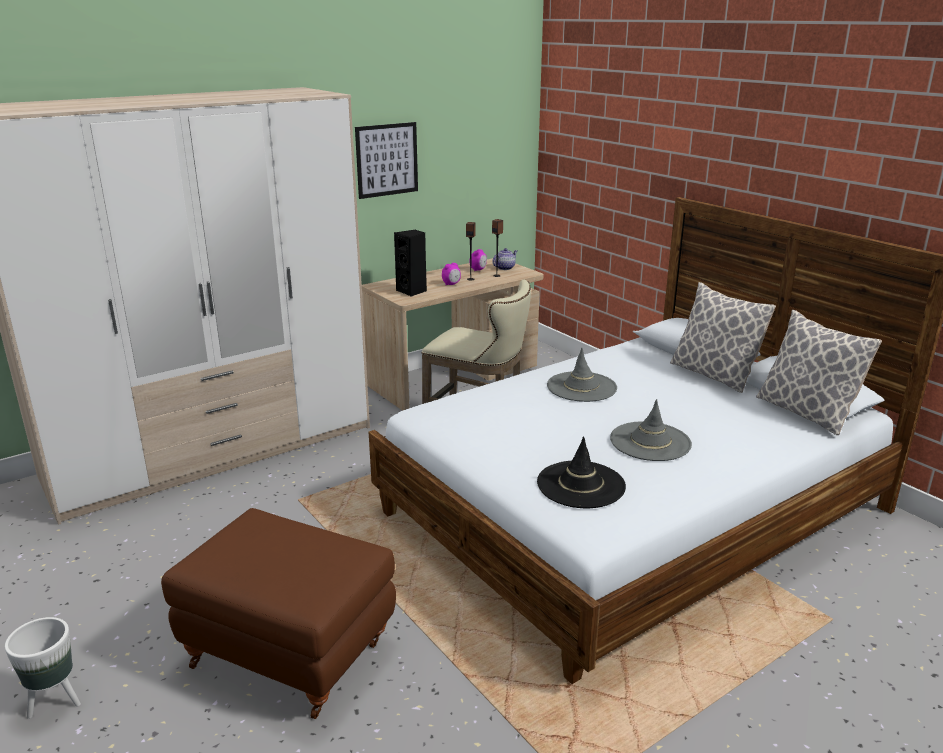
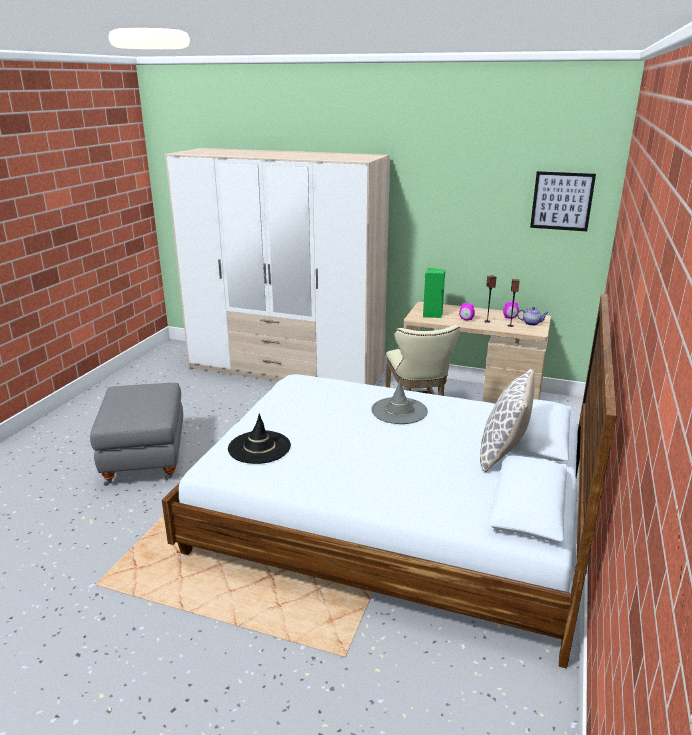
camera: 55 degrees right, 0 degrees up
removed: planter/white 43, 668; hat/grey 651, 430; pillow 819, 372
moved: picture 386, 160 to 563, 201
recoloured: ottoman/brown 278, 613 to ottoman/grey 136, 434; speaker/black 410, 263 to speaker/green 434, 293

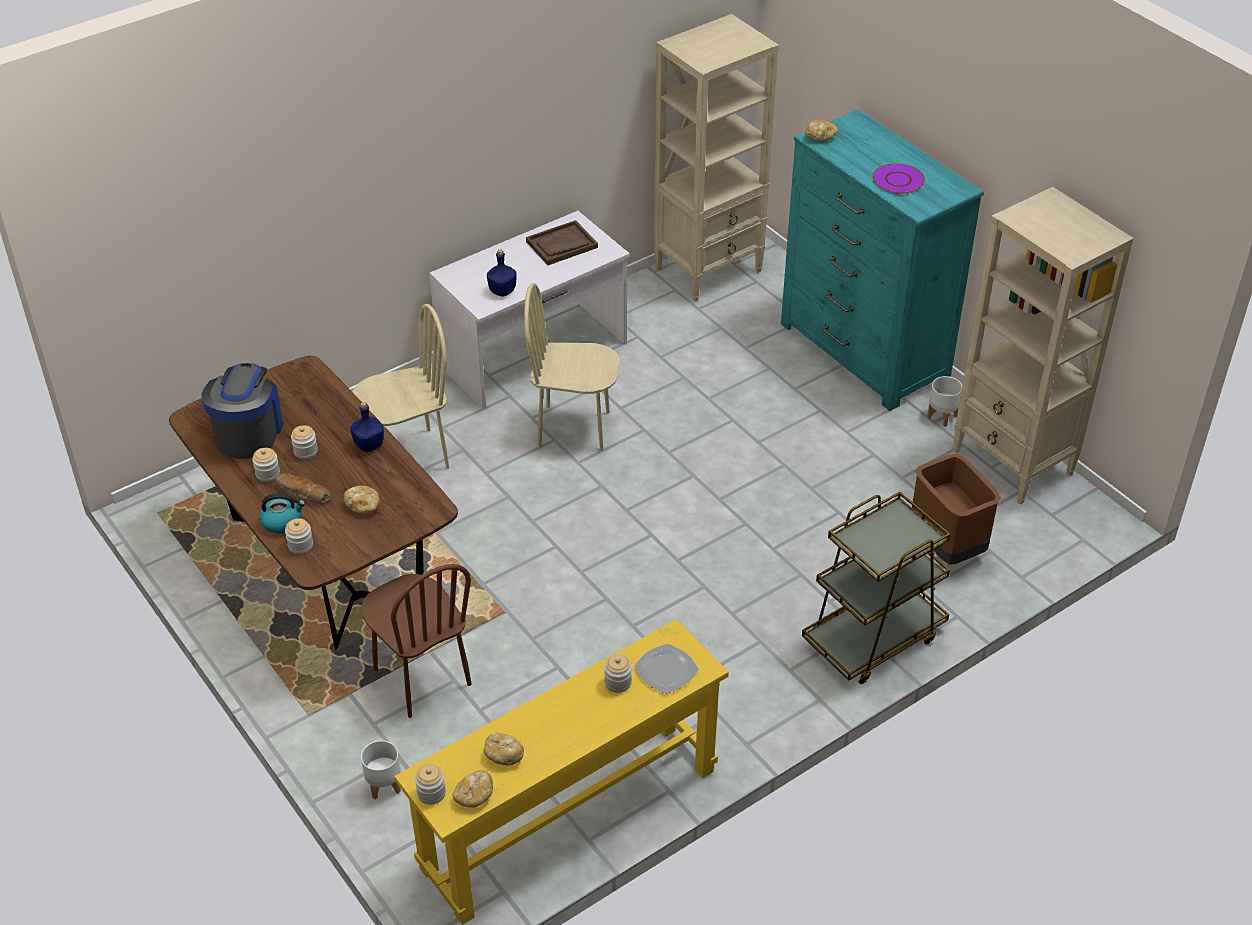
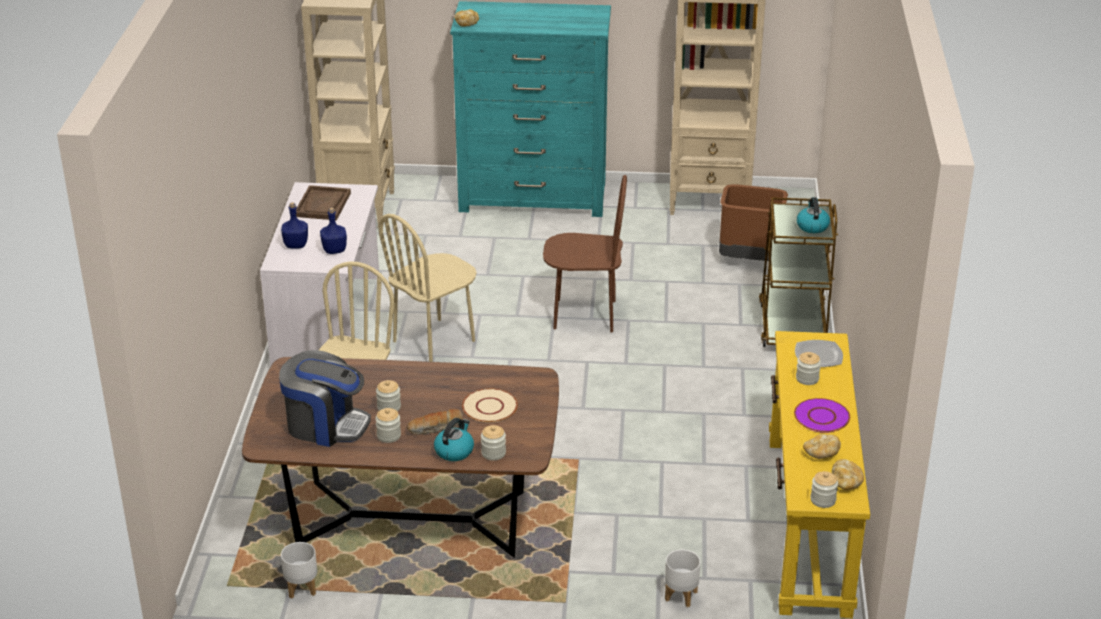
camera: 50 degrees left, 10 degrees down
added: kettle 813, 215
moved: bottle/blue 367, 427 to 294, 225; chair/brown 416, 641 to 585, 254; plate/purple 899, 178 to 822, 415; planter/white 944, 401 to 299, 570
replaced: bread 362, 500 to plate/beige 490, 405
turned: coffee machine 242, 411 = 325, 398 150 degrees clockwise

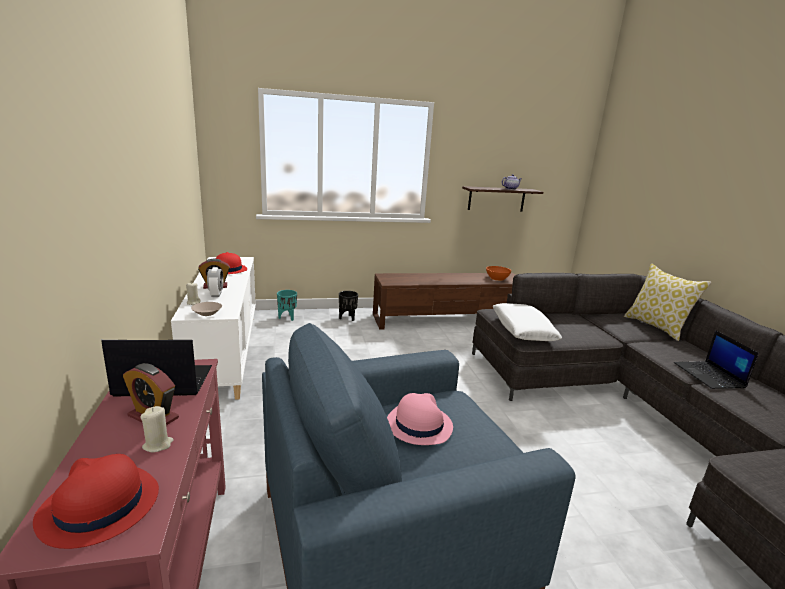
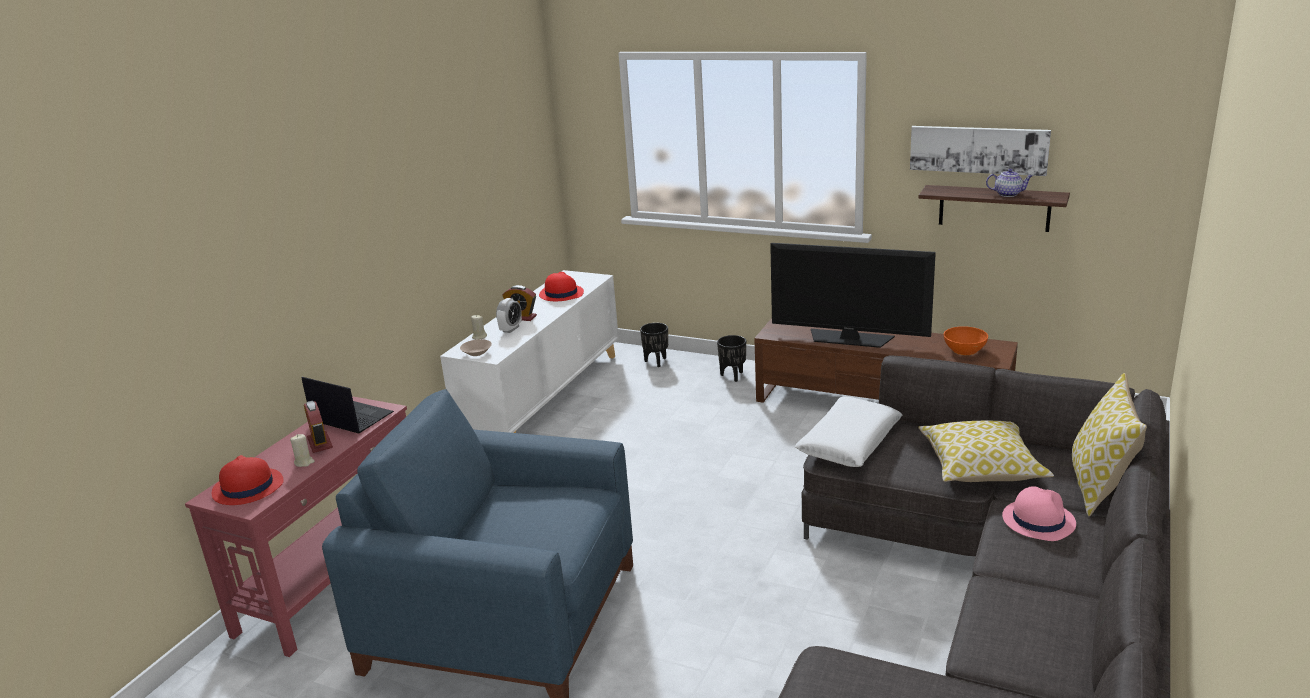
camera: 40 degrees right, 5 degrees up
removed: laptop 716, 359
added: television 853, 295; picture 980, 151; pillow 986, 451
moved: hat/pink 420, 419 to 1039, 513
recoloured: planter/turquoise 287, 305 to planter/black 654, 345

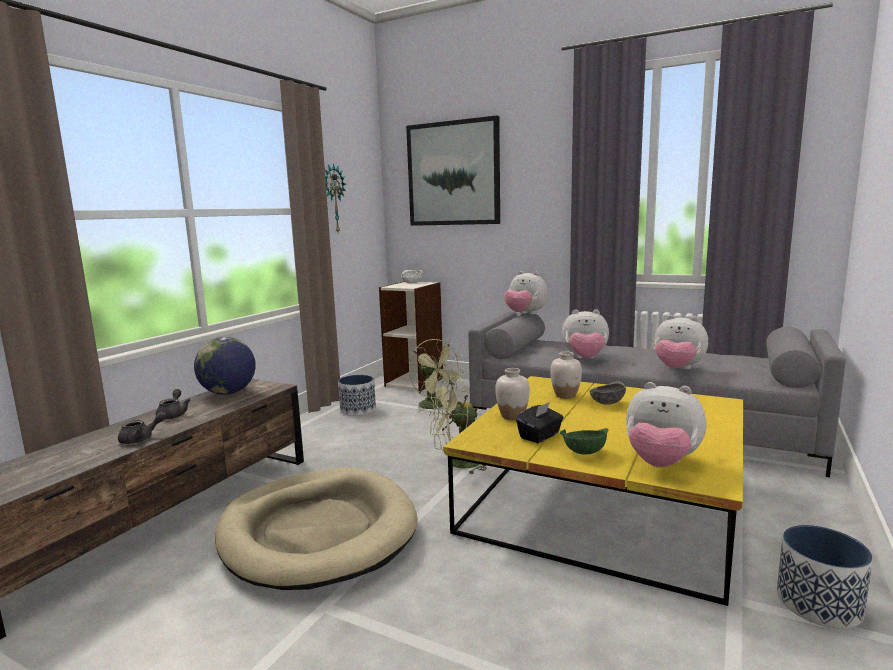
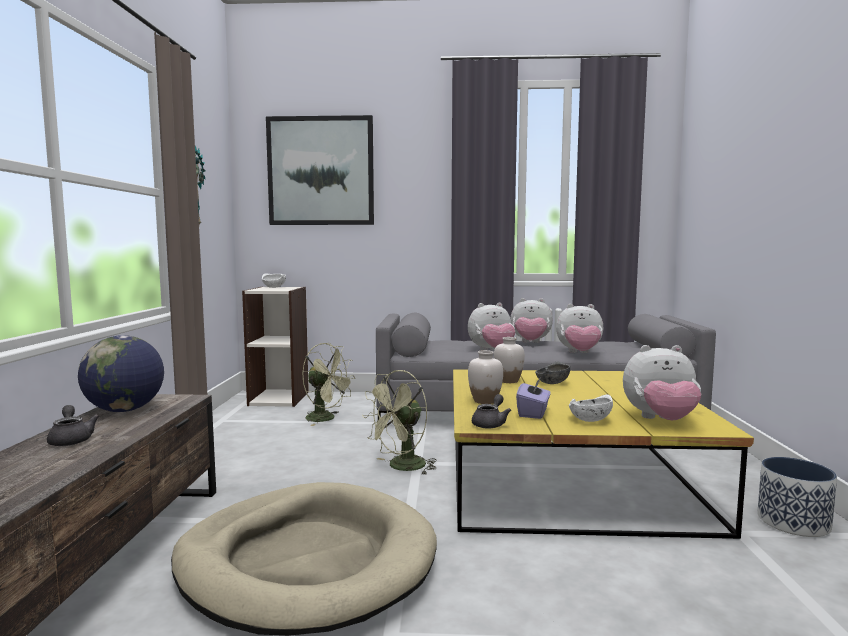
camera: 25 degrees left, 5 degrees down
removed: planter 357, 395
moved: teapot/grey 142, 428 to 491, 411; plush toy 526, 293 to 531, 320
recoloured: tissue box/black 540, 422 to tissue box/purple 533, 398; bowl/green 584, 441 to bowl/white 591, 408

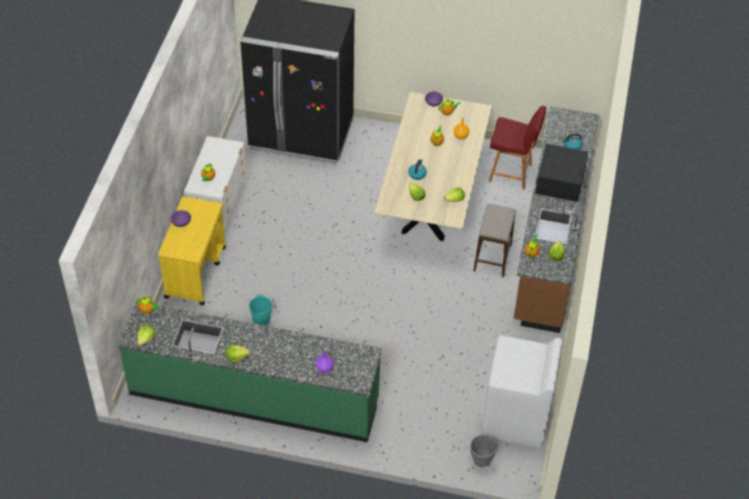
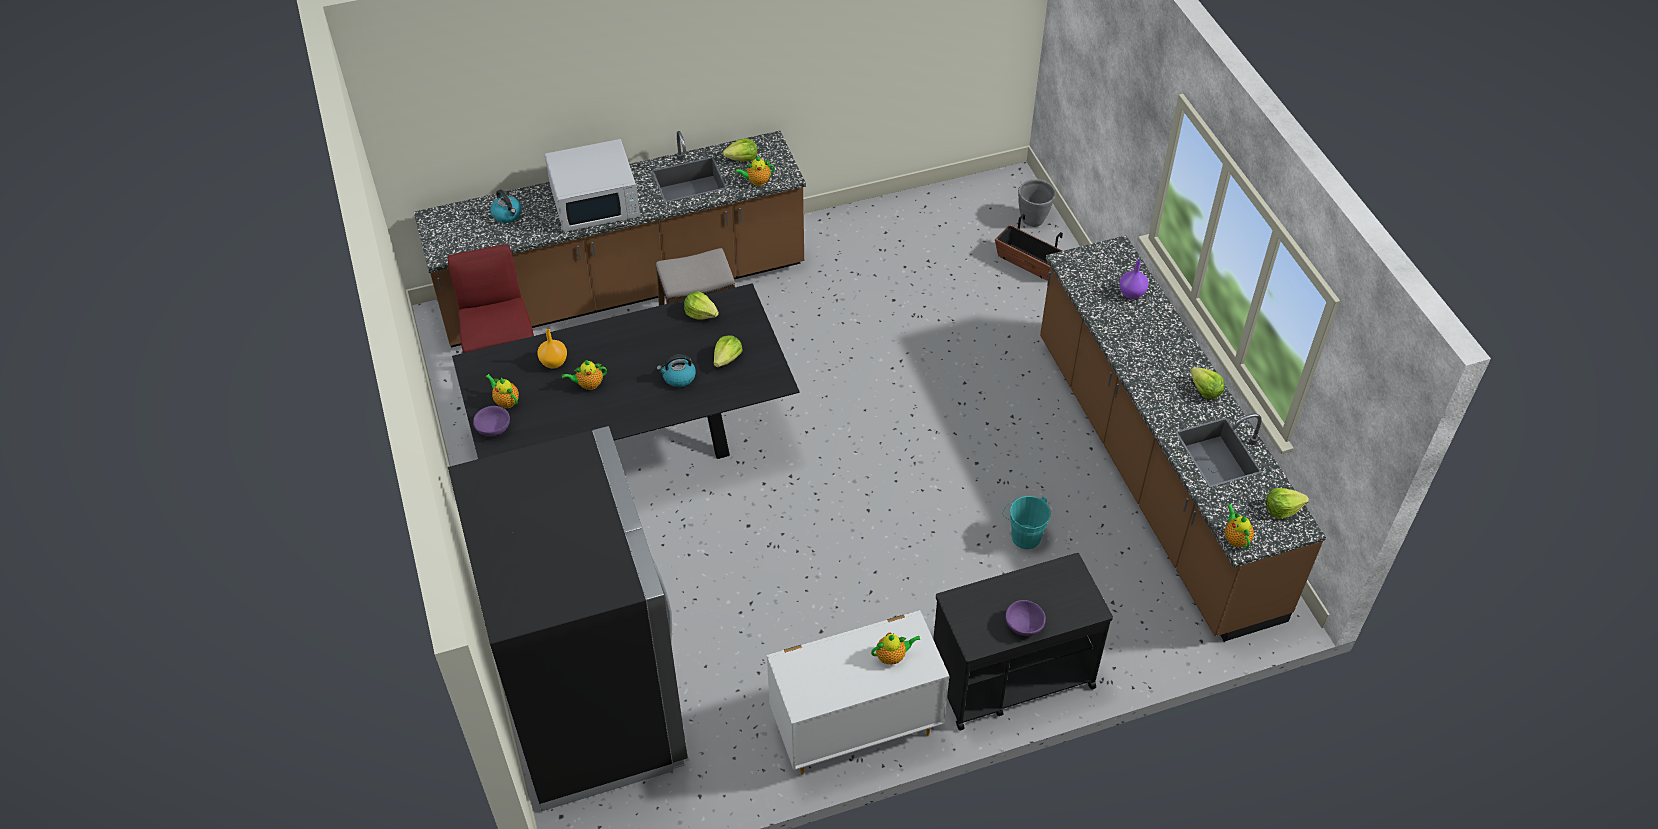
camera: 120 degrees left, 0 degrees up
removed: washing machine/white 521, 391
added: planter 1029, 247
recoloured: counter/green 250, 371 to counter/brown 1183, 438; cart/yellow 192, 250 to cart/black 1023, 641; dining table/beige 433, 166 to dining table/black 626, 371; microwave/black 561, 172 to microwave/white 592, 185

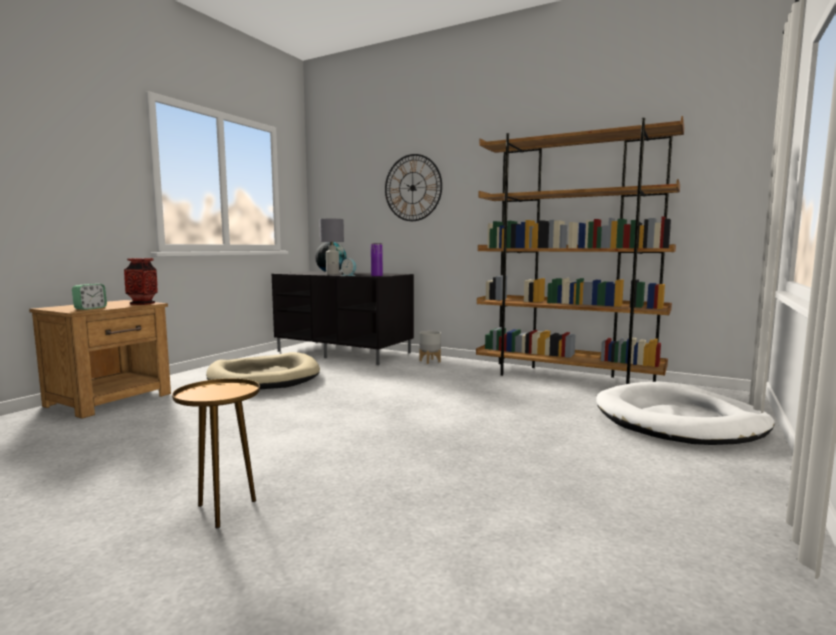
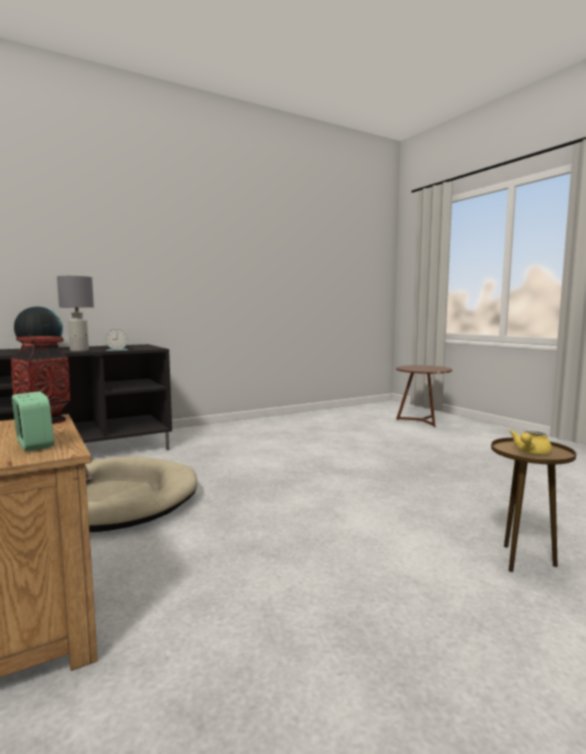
camera: 60 degrees left, 0 degrees up
removed: vase/purple 377, 260; wall clock 413, 187; planter/grey 430, 347; bookcase/brown 580, 250
added: teapot/yellow 531, 442
replaced: dog bed/white 685, 413 to side table/brown 424, 396

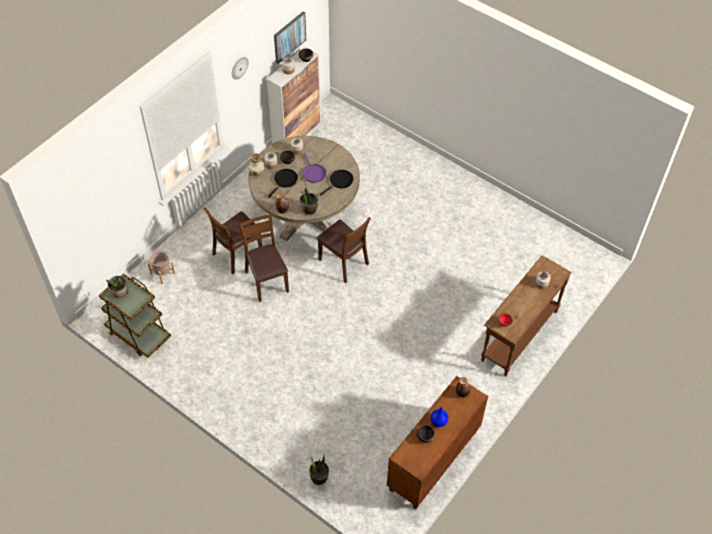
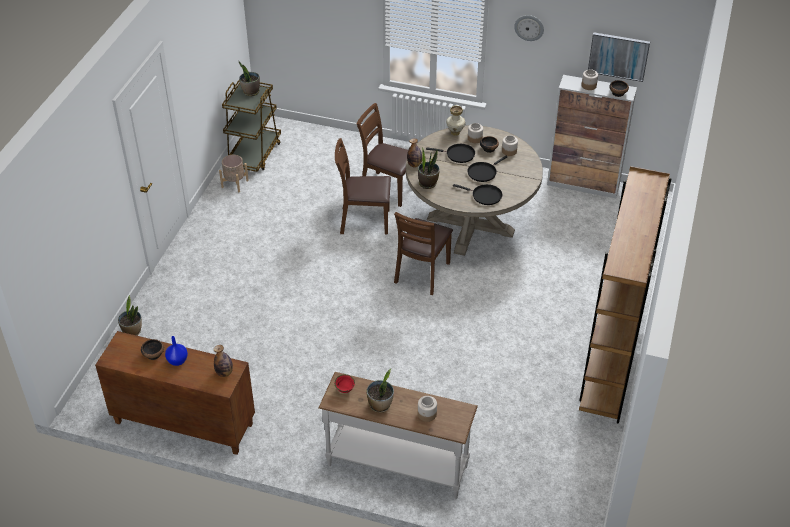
camera: 70 degrees right, 10 degrees down
added: potted plant 380, 391; bookcase/brown 625, 294
moved: planter/beige 162, 267 to 234, 174
recoloured: frying pan/purple 314, 168 to frying pan/black 487, 169; console table/brown 526, 316 to console table/white 398, 435
turned: chair/brown 264, 258 = 363, 186 135 degrees counterclockwise

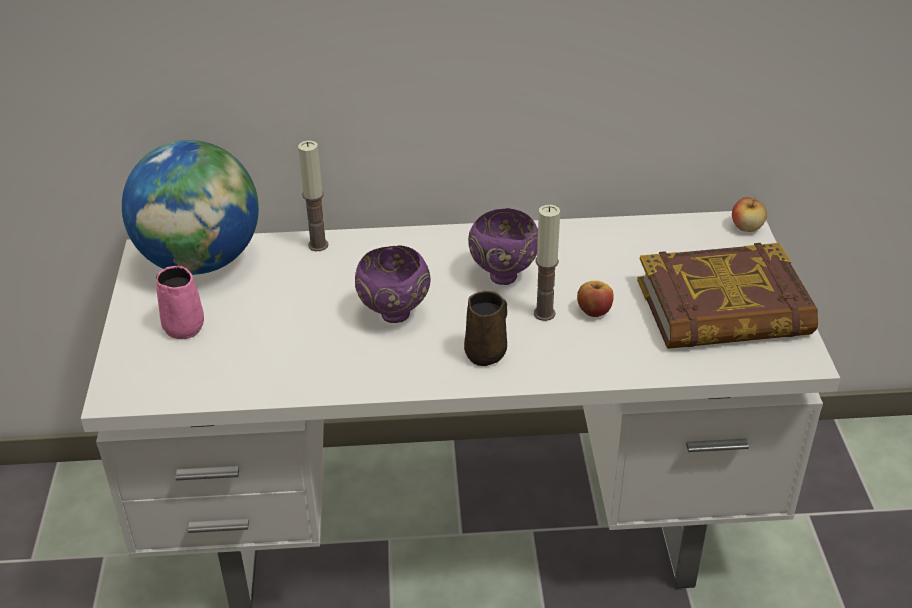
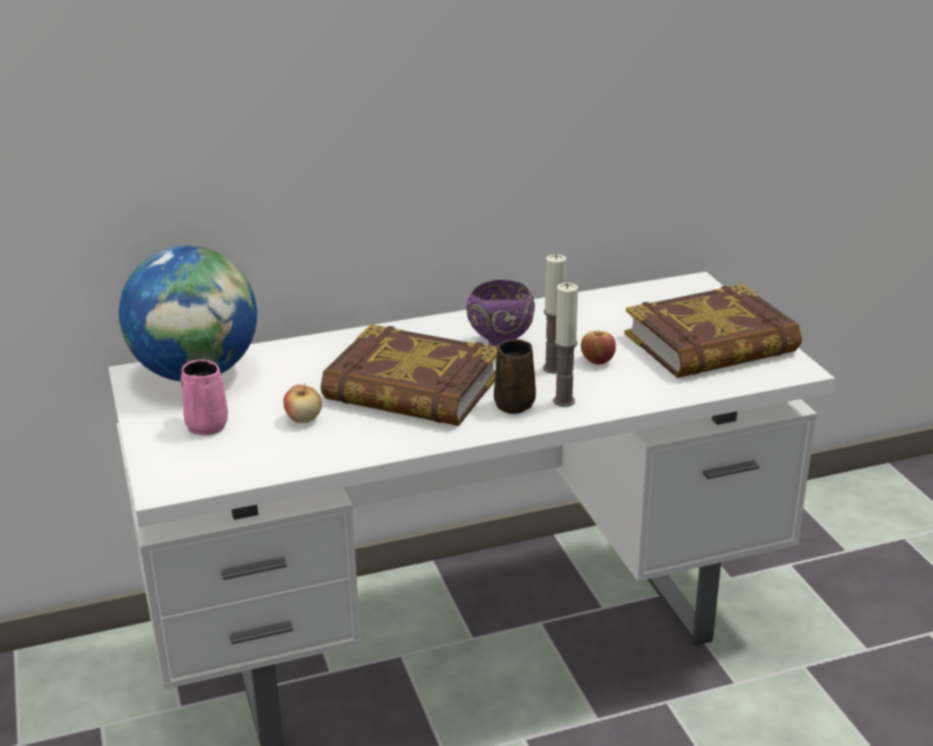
camera: 15 degrees left, 10 degrees down
moved: candle 313, 196 to 565, 345; apple 749, 214 to 302, 403
replaced: bowl/purple 393, 284 to book 409, 375

